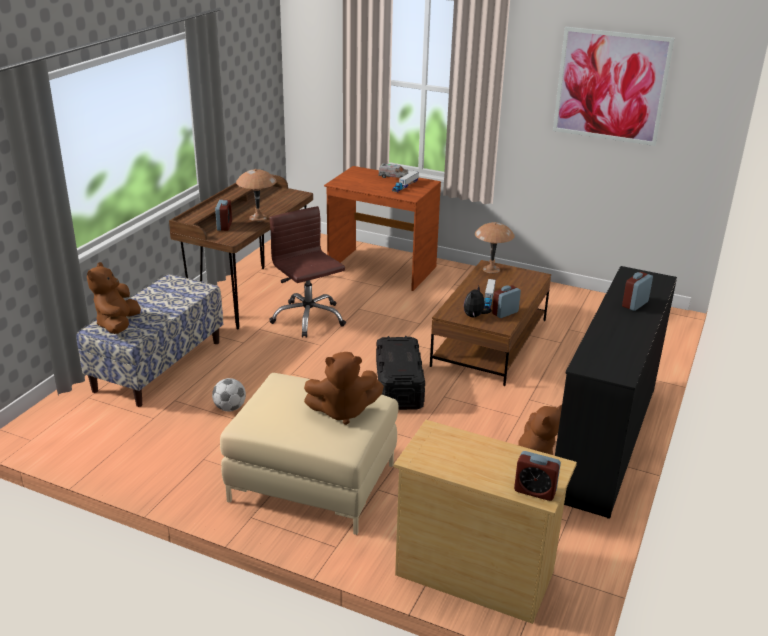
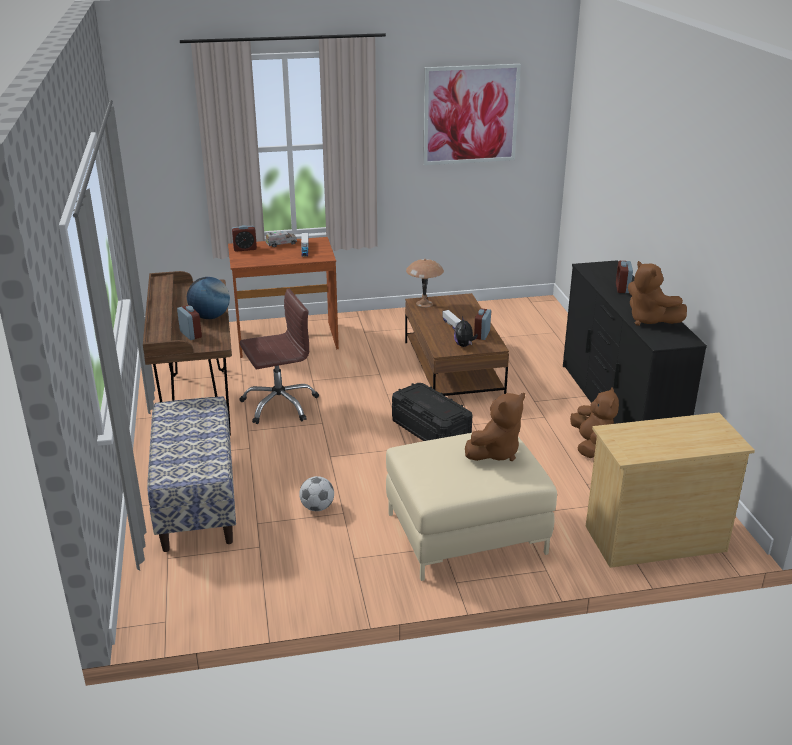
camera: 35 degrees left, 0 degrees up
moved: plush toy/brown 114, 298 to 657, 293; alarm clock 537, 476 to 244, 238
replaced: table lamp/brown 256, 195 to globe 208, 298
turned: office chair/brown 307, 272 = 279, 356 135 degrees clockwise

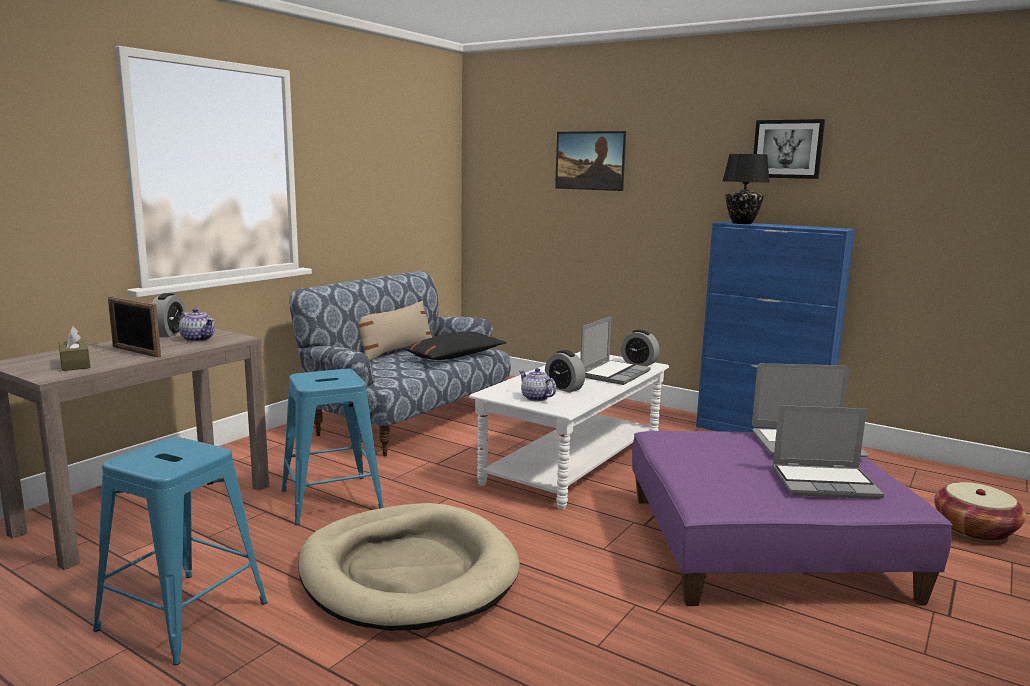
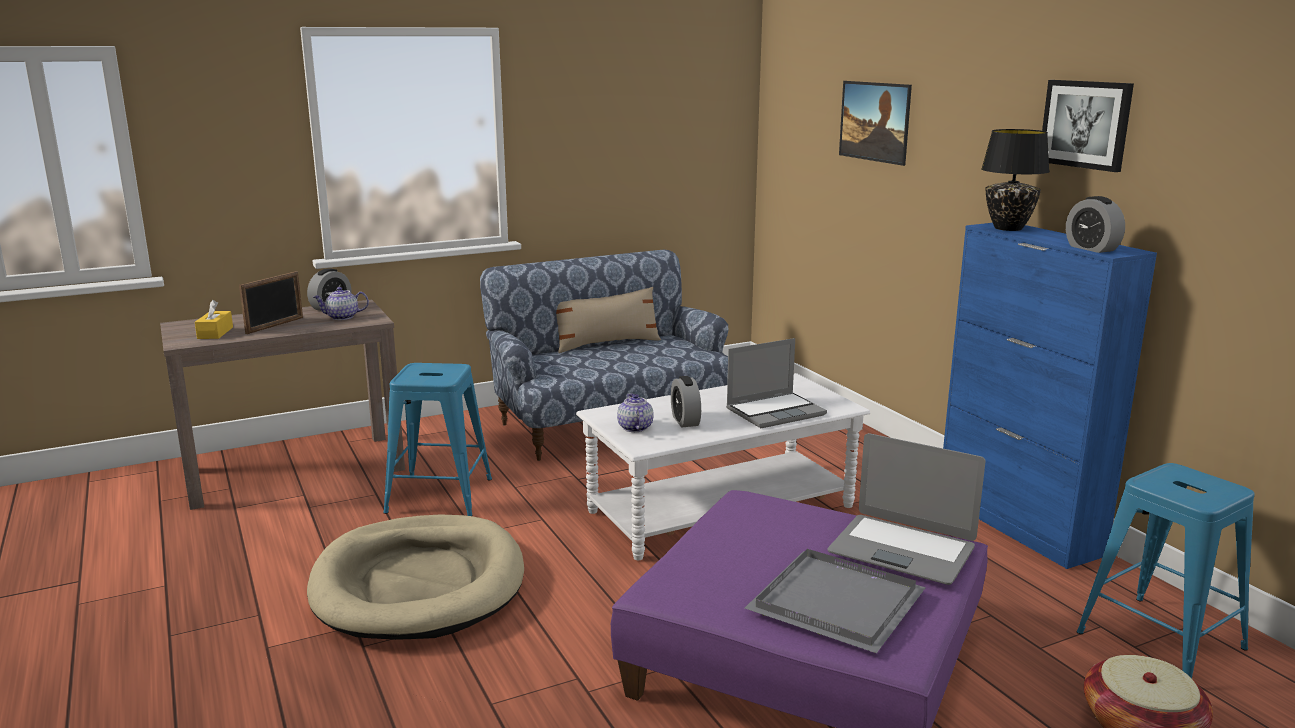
camera: 30 degrees right, 5 degrees up
removed: pillow/black 454, 345
moved: stool/blue 180, 551 to 1166, 570; alarm clock 640, 347 to 1095, 224
replaced: laptop 828, 452 to tray/grey 835, 601
recoloured: tissue box/brown 74, 349 to tissue box/yellow 214, 319
turned: picture frame 134, 327 = 271, 302 120 degrees counterclockwise; teapot 197, 325 = 341, 303 105 degrees clockwise

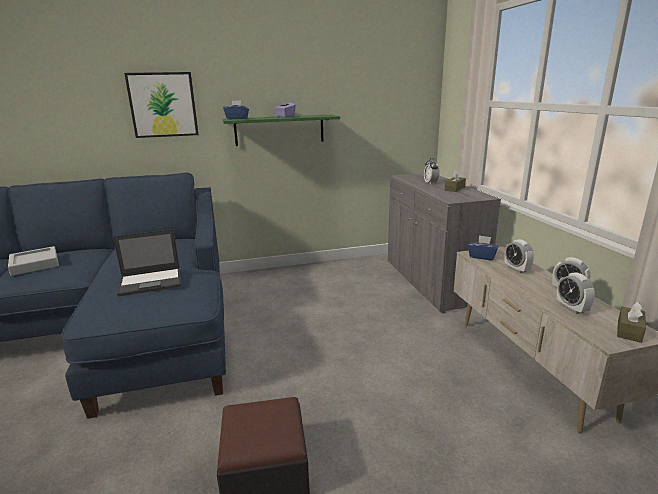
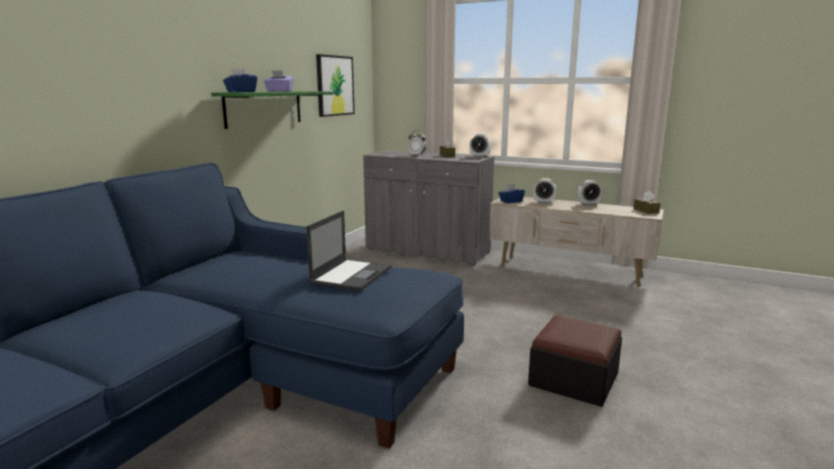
camera: 50 degrees left, 5 degrees down
removed: tray/grey 33, 261
moved: picture 161, 105 to 335, 85; alarm clock 576, 293 to 480, 145

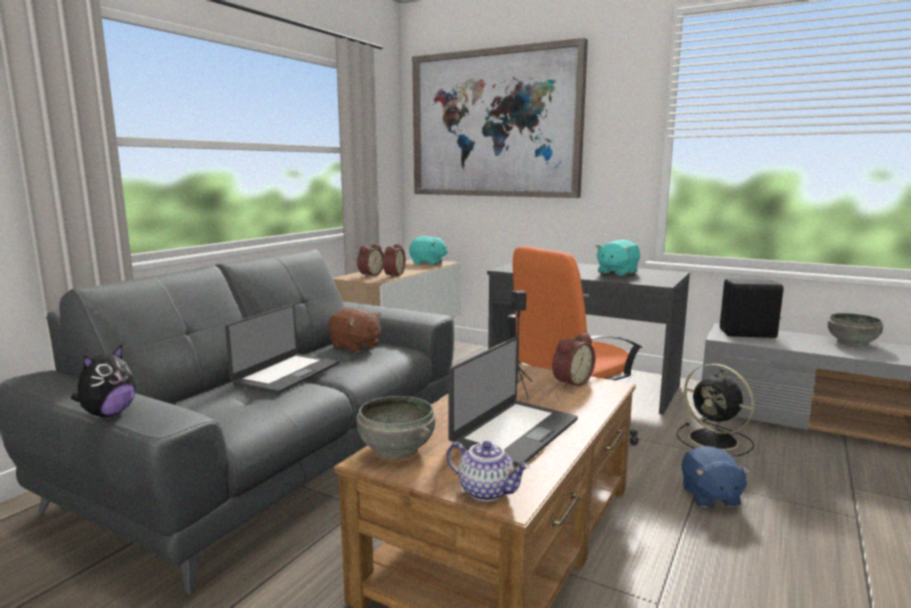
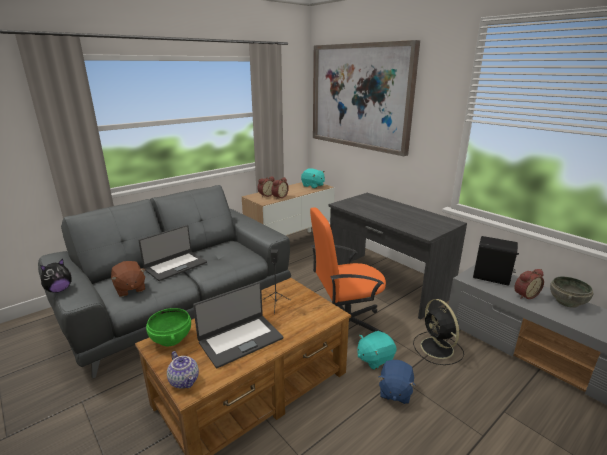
camera: 20 degrees right, 10 degrees up
moved: plush toy/brown 354, 330 to 128, 279; alarm clock 573, 360 to 529, 284; plush toy/turquoise 618, 257 to 377, 350
recoloured: bowl/grey 396, 428 to bowl/green 168, 327

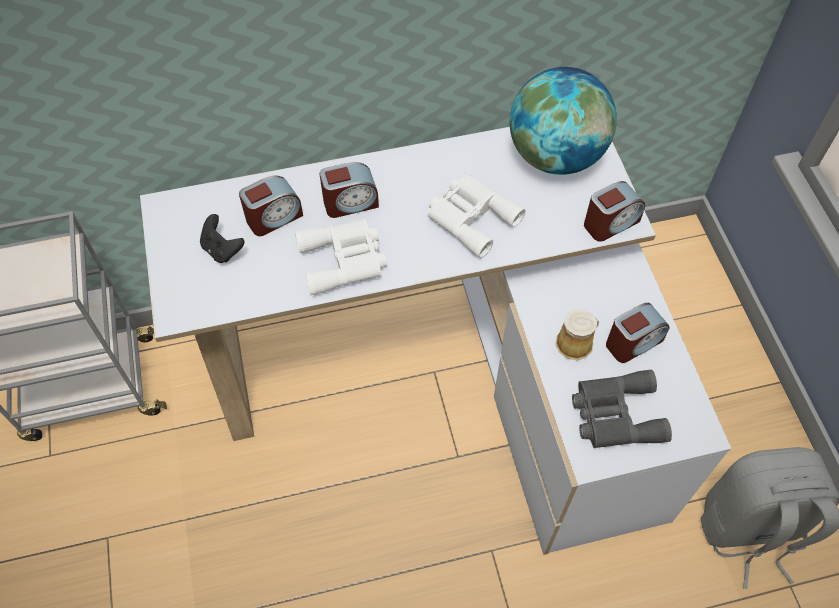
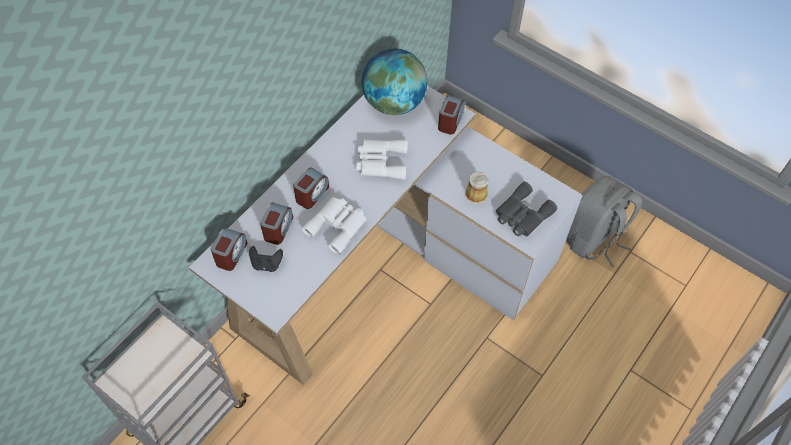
camera: 40 degrees left, 0 degrees up
moved: alarm clock 638, 333 to 229, 249

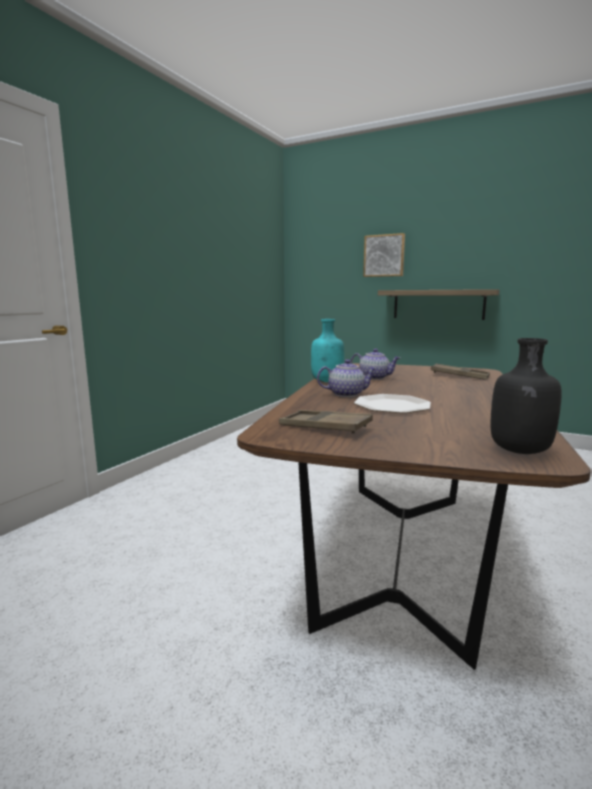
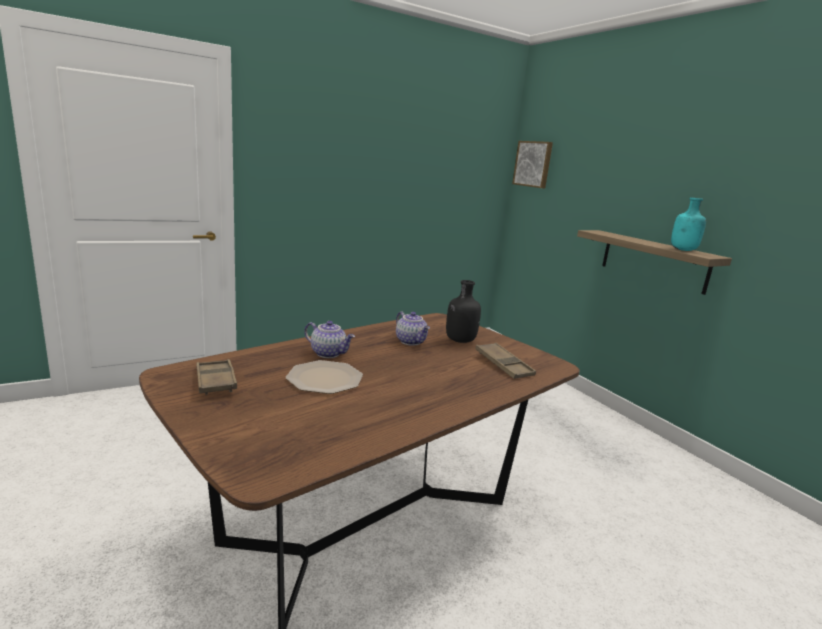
camera: 30 degrees right, 5 degrees up
moved: bottle/turquoise 327, 350 to 688, 224; picture 384, 255 to 532, 164; bottle/black 526, 396 to 463, 311

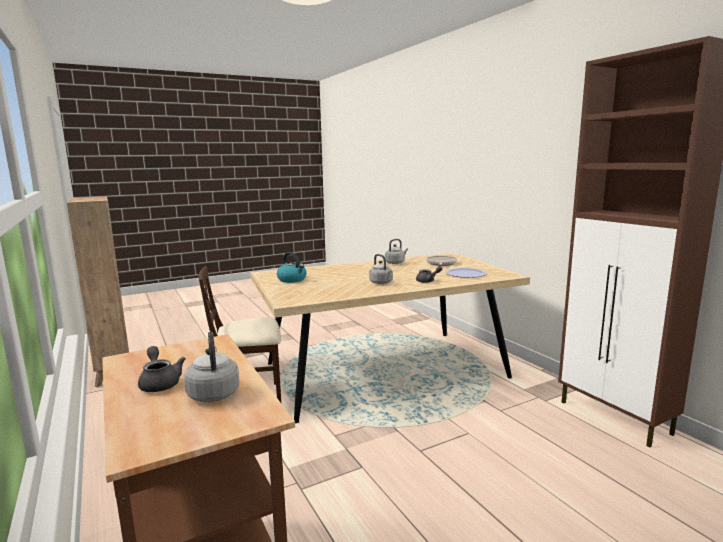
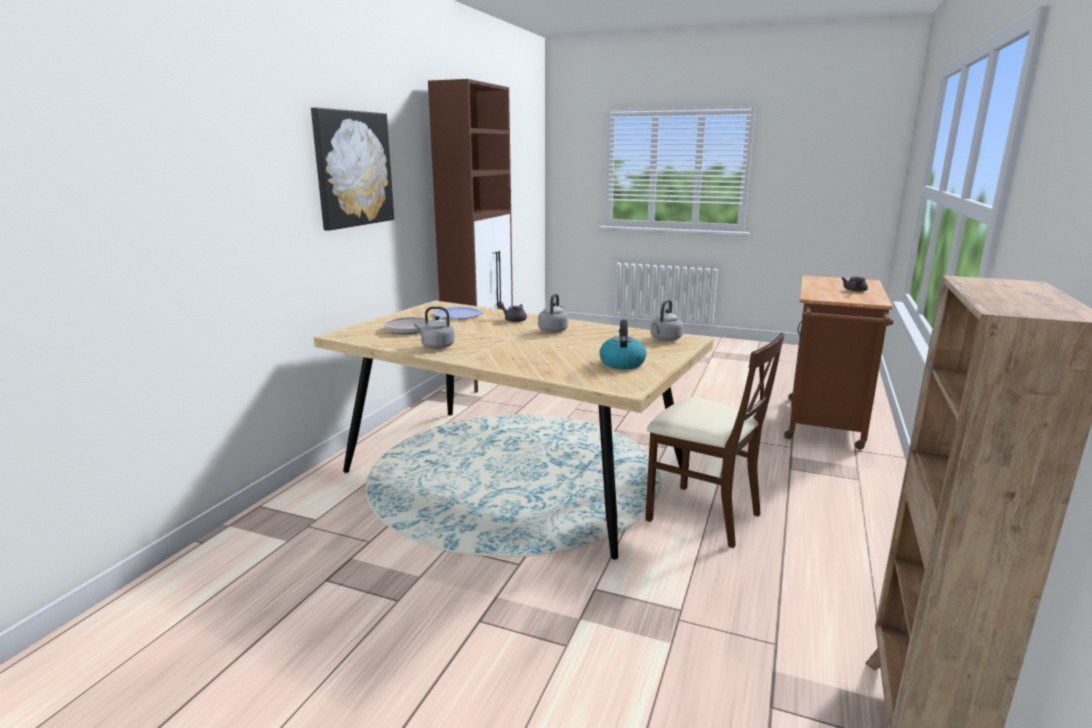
camera: 130 degrees left, 5 degrees up
added: picture 352, 169
moved: kettle/grey 212, 367 to 667, 320

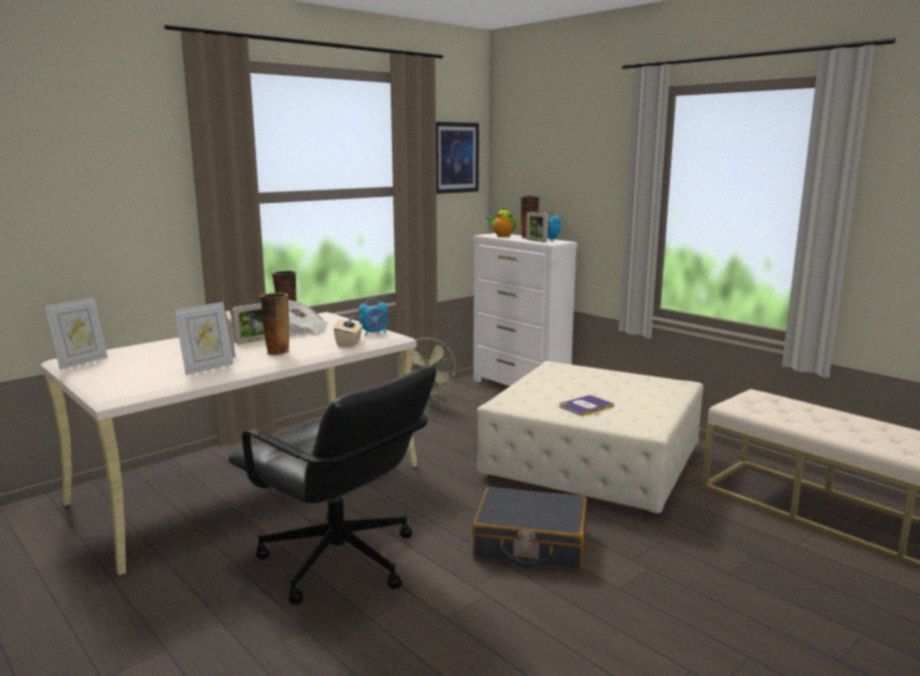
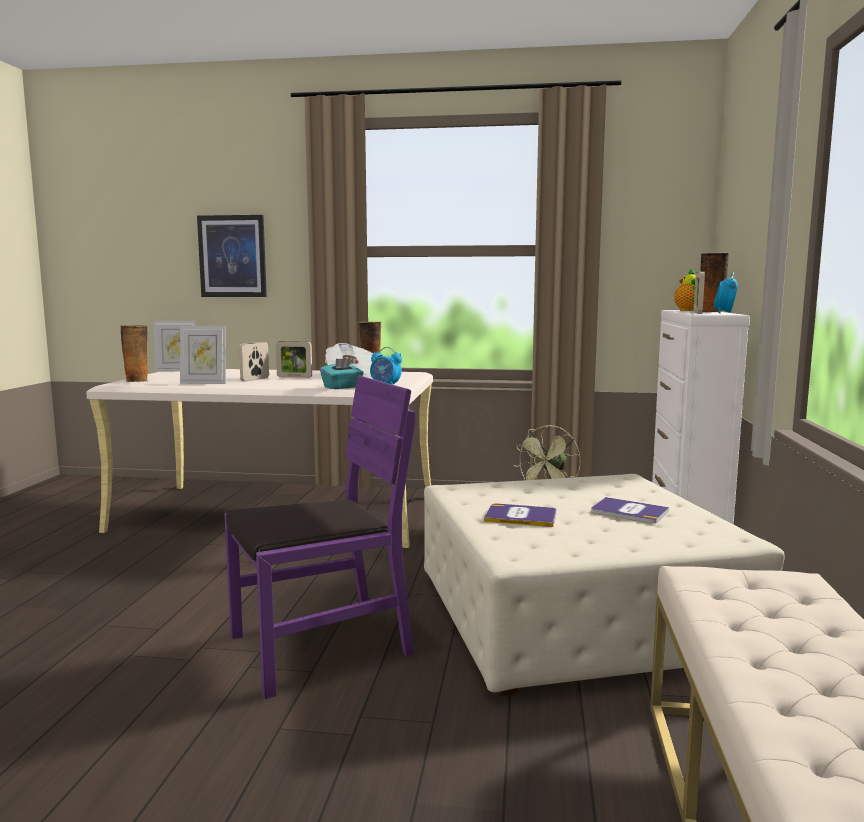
camera: 50 degrees right, 5 degrees down
removed: office chair/black 332, 486
added: book 630, 510
moved: vase 275, 324 to 134, 353; picture 457, 158 to 232, 256
replaced: suitcase/black 529, 529 to chair/purple 320, 537
recoloured: tissue box/beige 348, 330 to tissue box/turquoise 342, 373

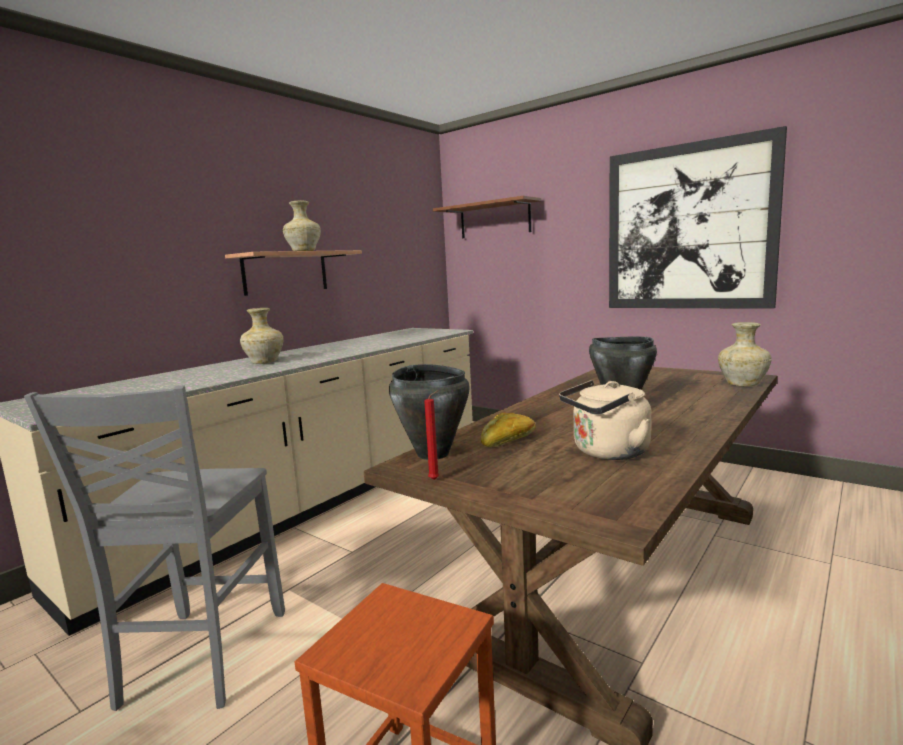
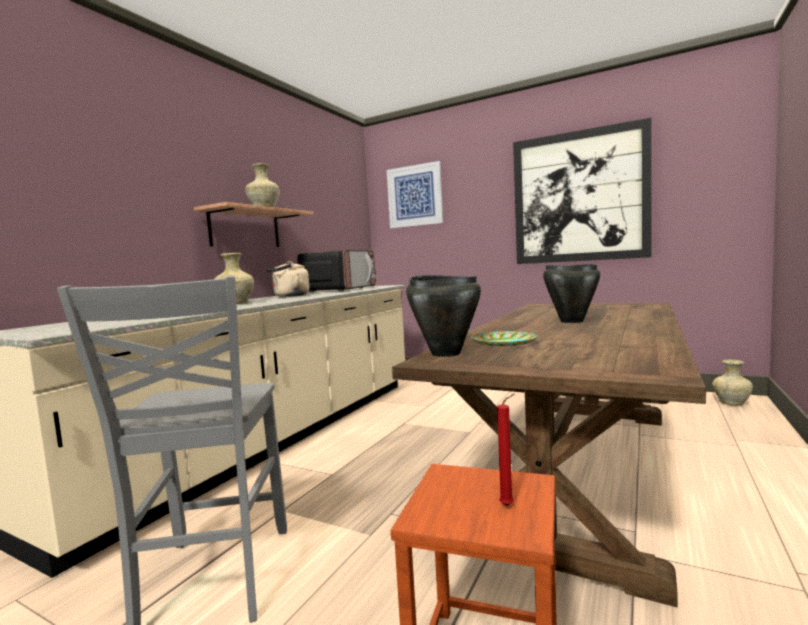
camera: 10 degrees left, 5 degrees down
added: microwave 336, 271
moved: candle/red 431, 435 to 505, 450; kettle/beige 605, 420 to 288, 279; vase/beige 745, 354 to 733, 382
replaced: shelf/brown 487, 217 to picture 415, 194; bread 508, 429 to plate 504, 338

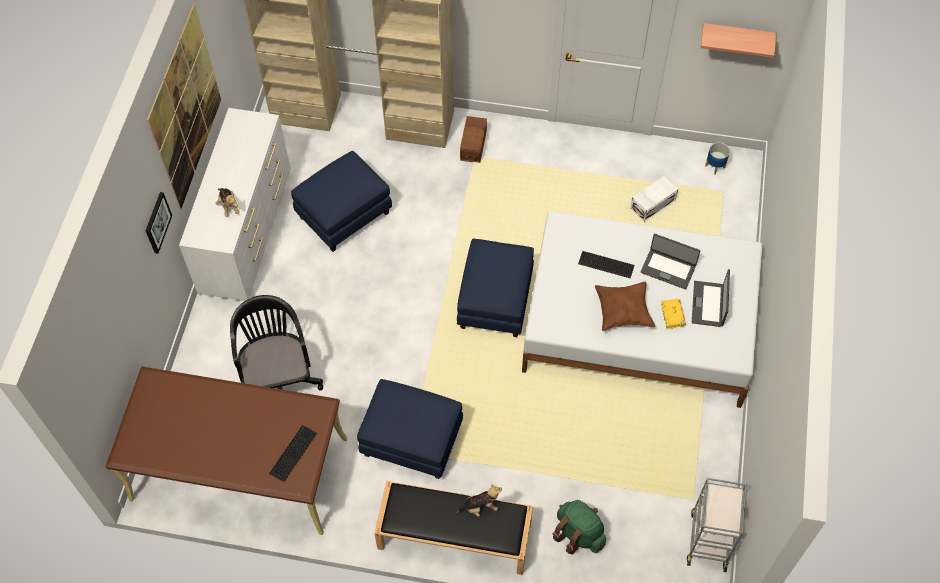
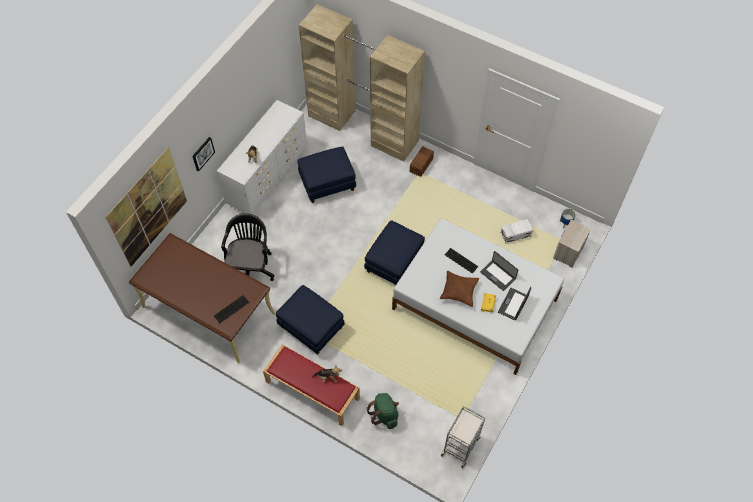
camera: 20 degrees right, 0 degrees up
removed: shelf 738, 40
added: nightstand 572, 243
moved: picture 184, 107 to 146, 207
recoloured: bench/black 453, 528 to bench/red 311, 385

